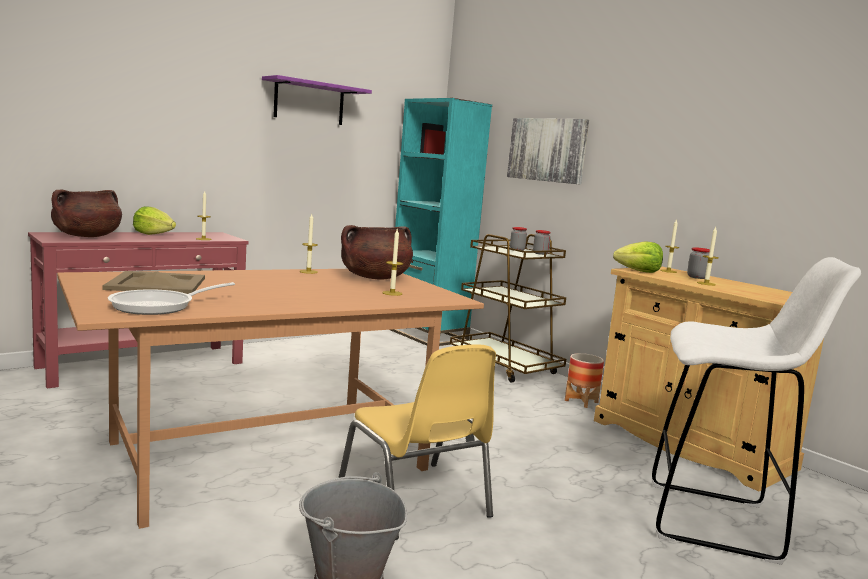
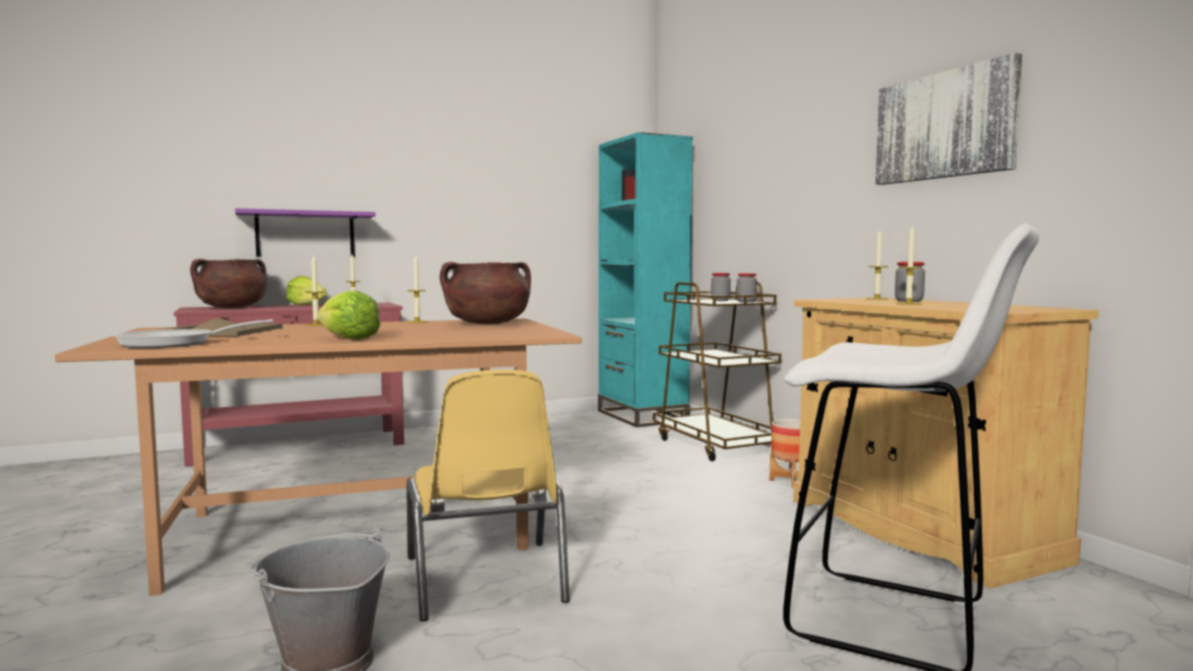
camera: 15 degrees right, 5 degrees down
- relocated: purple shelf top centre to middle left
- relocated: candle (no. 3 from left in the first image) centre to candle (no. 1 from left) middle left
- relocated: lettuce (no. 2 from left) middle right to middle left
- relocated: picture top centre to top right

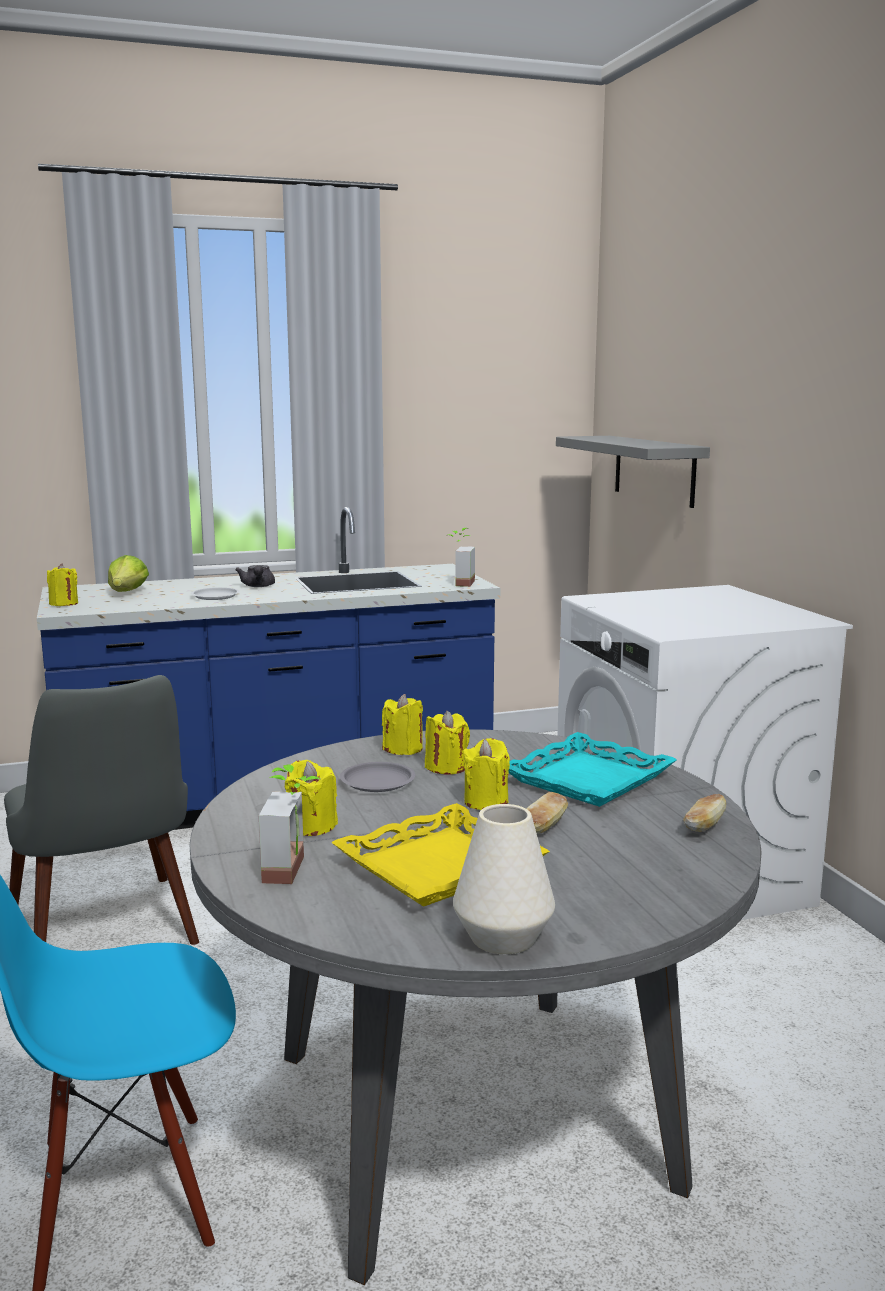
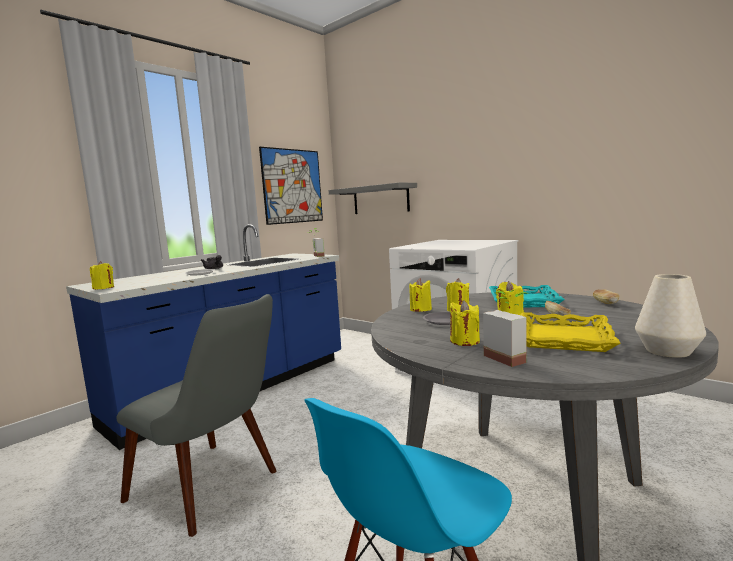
camera: 30 degrees left, 5 degrees down
- appeared: picture top centre
- missing: lettuce middle left

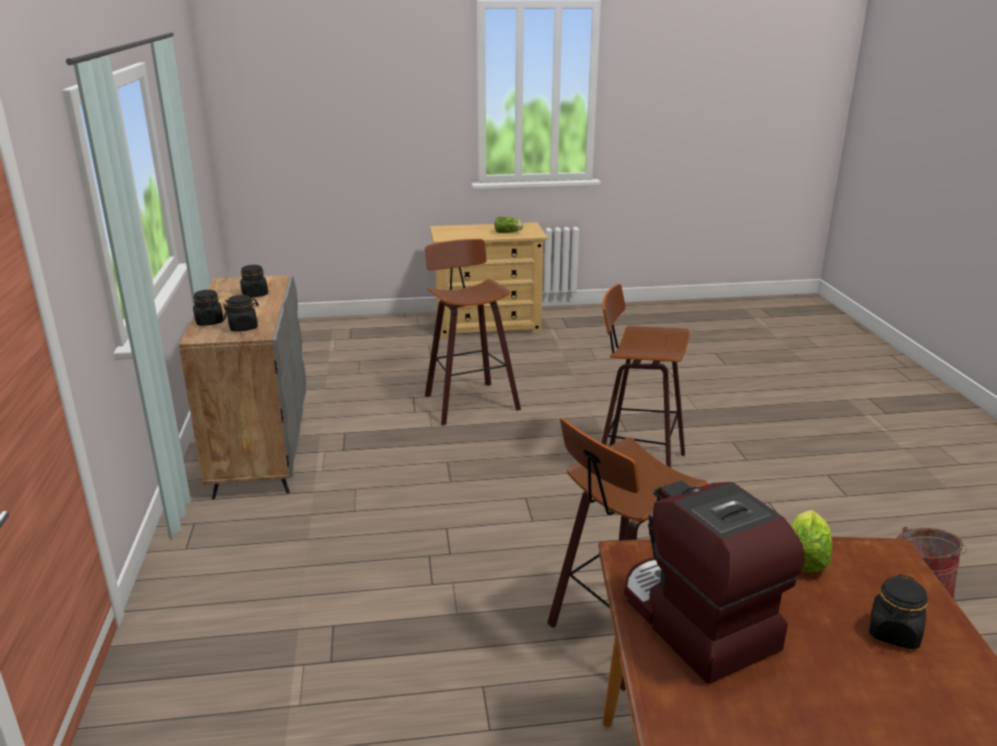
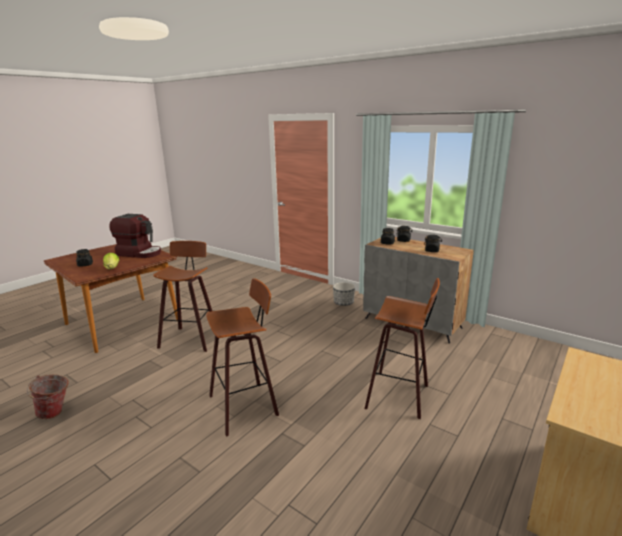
camera: 135 degrees right, 5 degrees down
- appeared: planter centre
- missing: lettuce (no. 1 from left) top centre

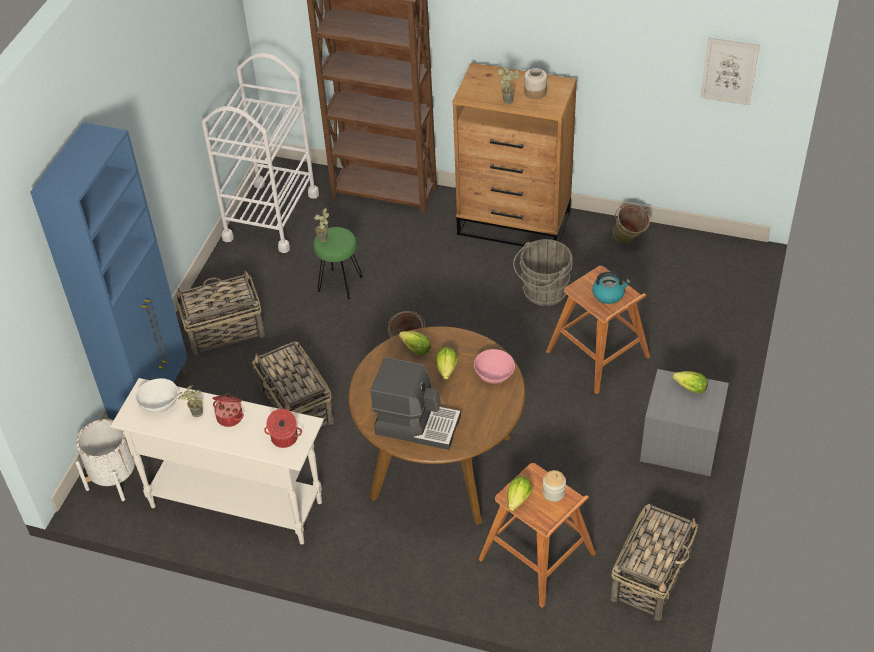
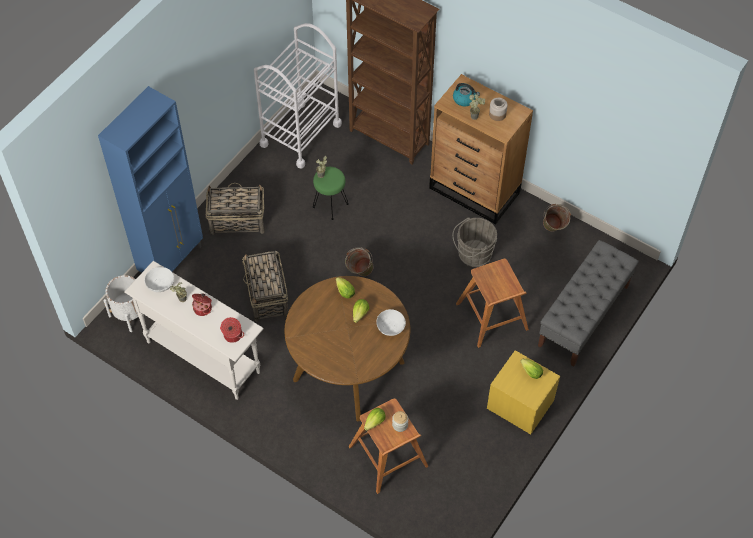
camera: 15 degrees right, 10 degrees up
- colour: pink bowl centre to white bowl (no. 2 from left) centre
- relocated: kettle middle right to top centre
- colour: grey nightstand middle right to yellow nightstand bottom right
- appeared: grey bench middle right
- missing: coffee machine centre
- missing: basket (no. 3 from left) bottom right
- missing: picture top right

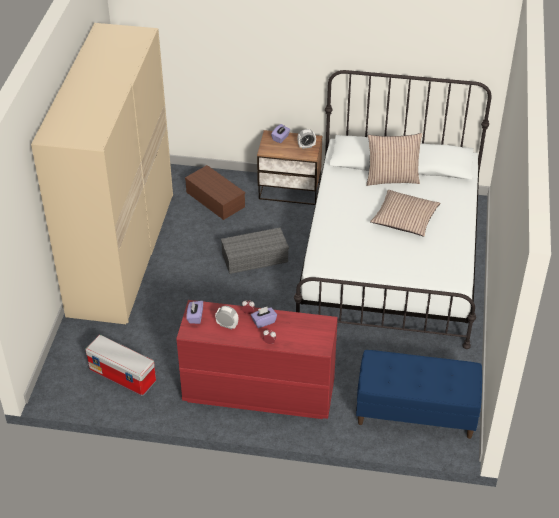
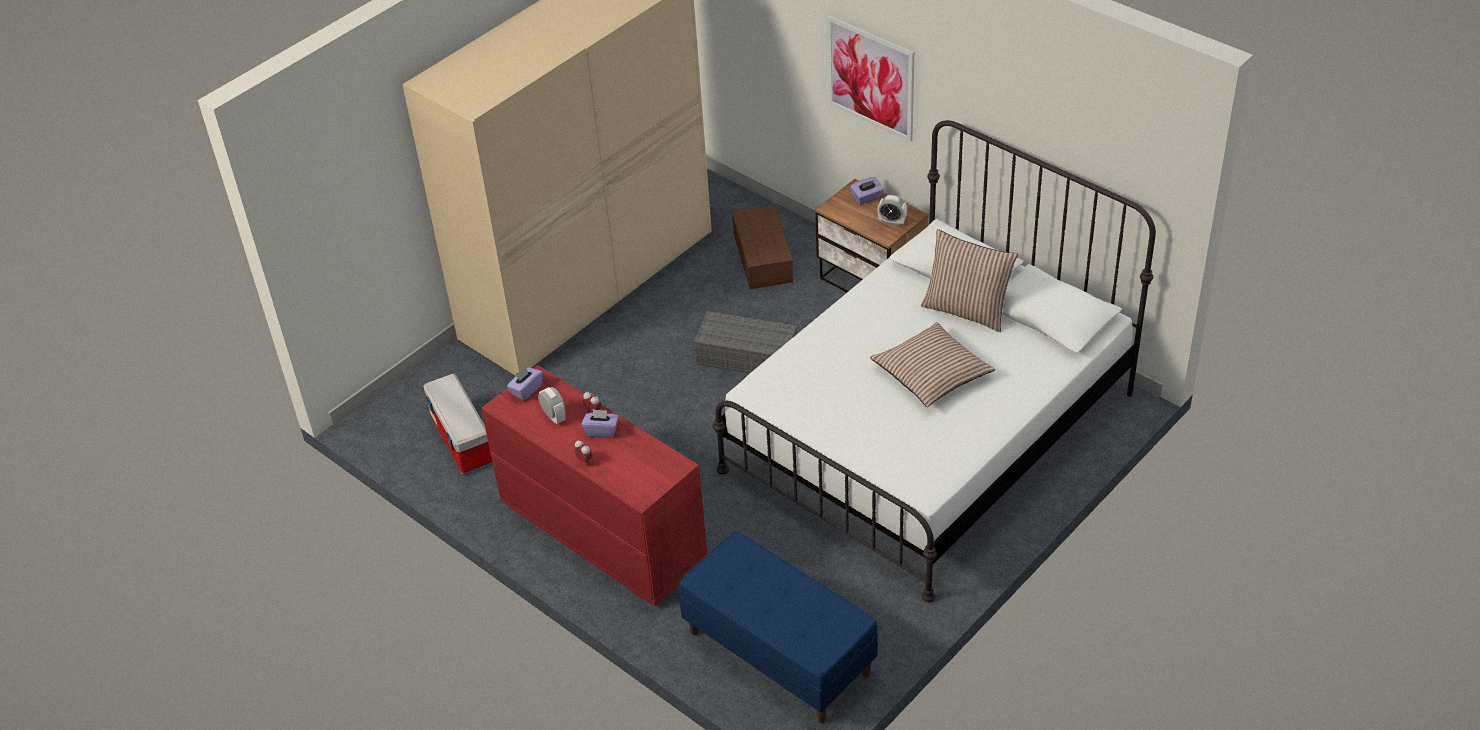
camera: 35 degrees right, 0 degrees up
- appeared: picture top centre

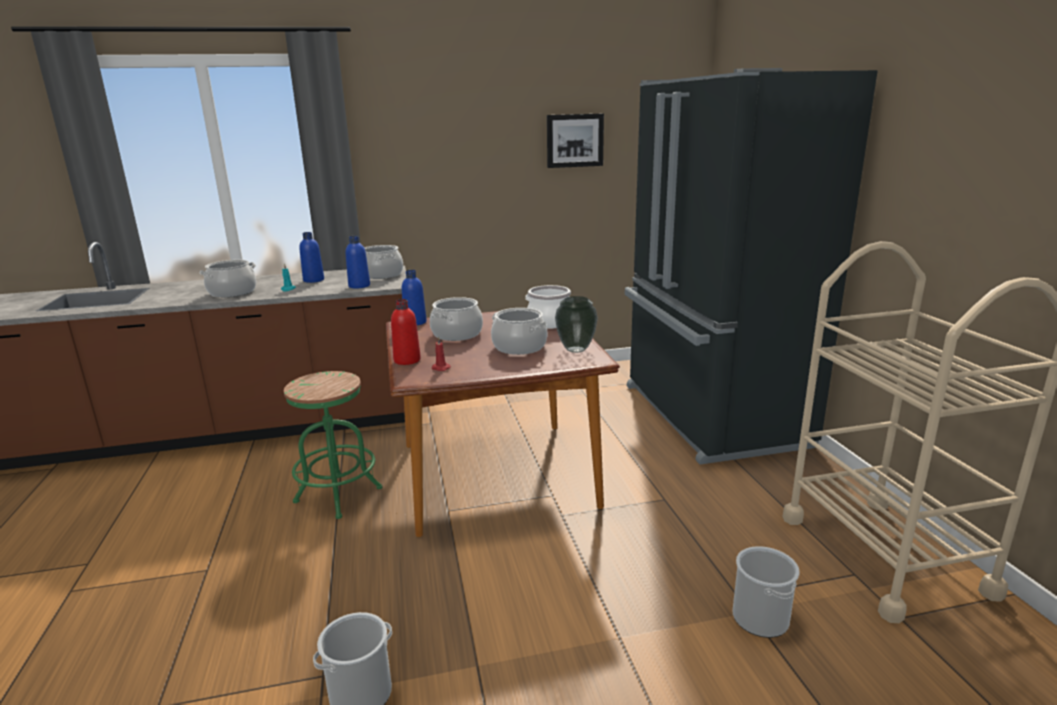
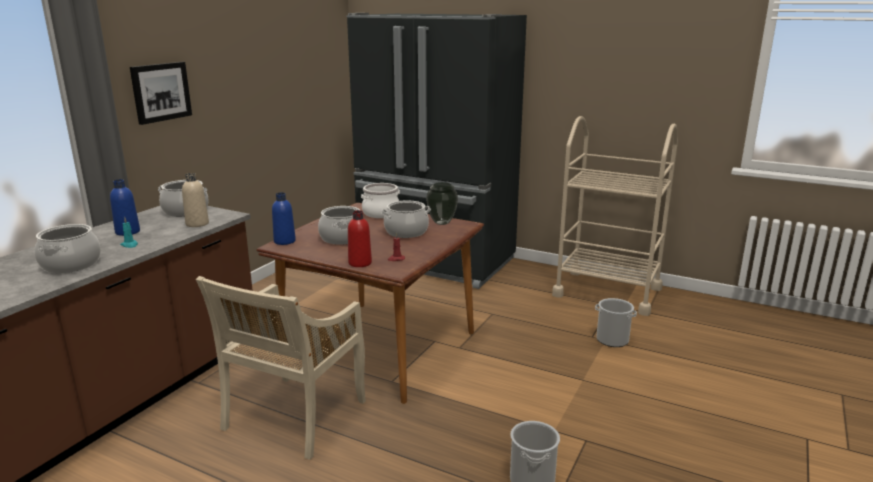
camera: 50 degrees left, 0 degrees up
- relocated: picture top centre to top left
- colour: blue bottle (no. 2 from left) centre to beige bottle middle left
- exchanged: green stool middle left to beige chair bottom left

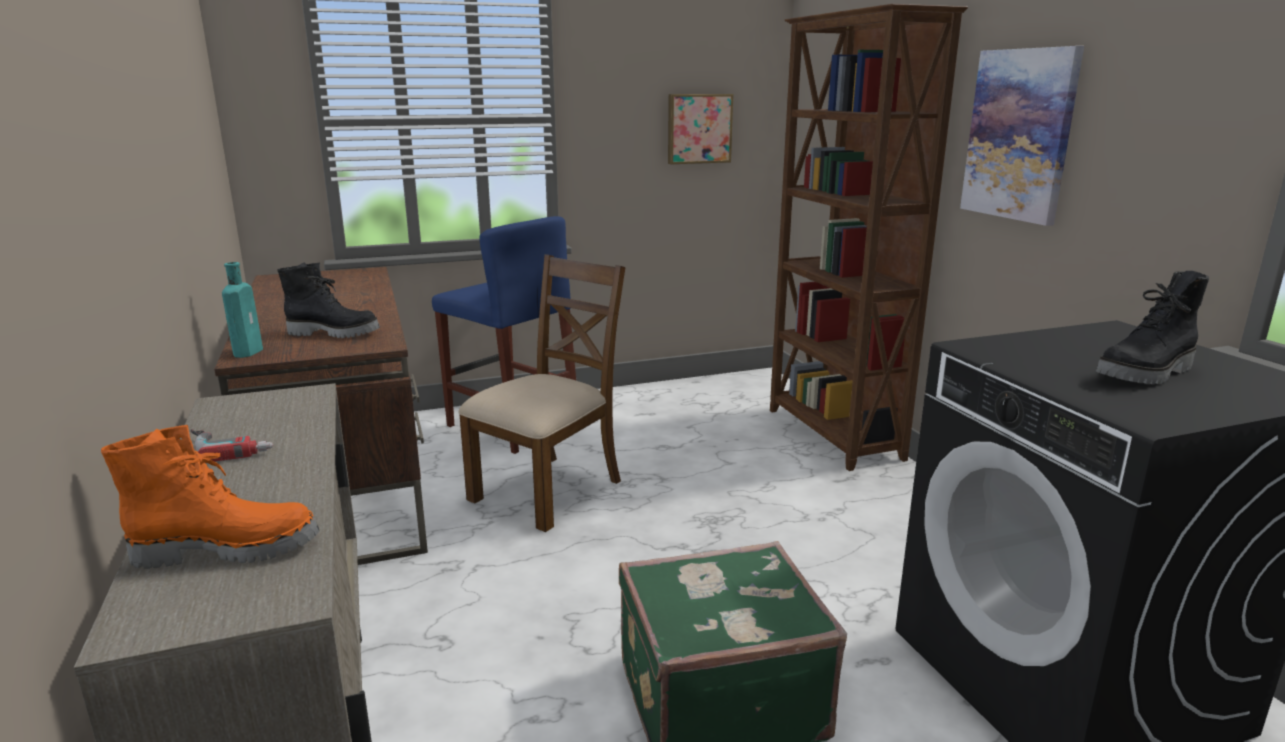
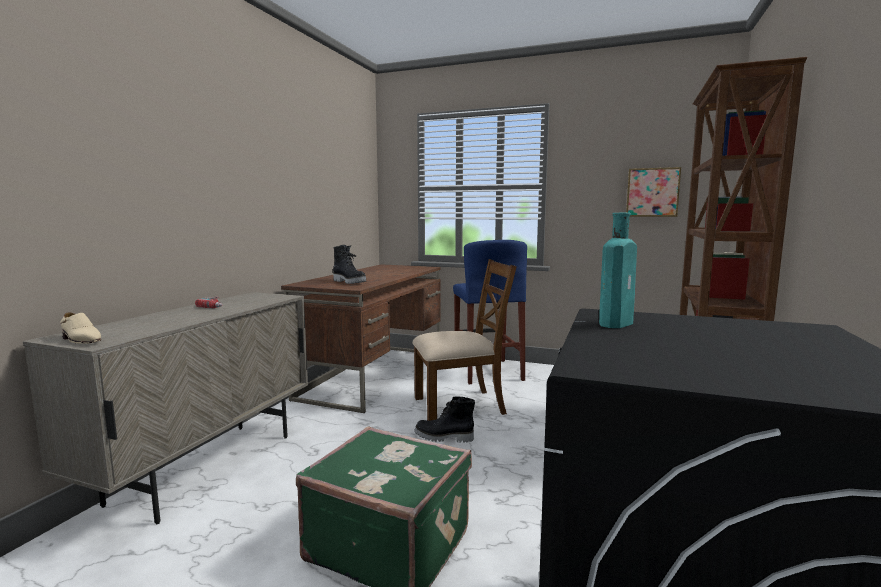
camera: 40 degrees right, 10 degrees down
- appeared: beige shoe middle left
- relocated: black boot (no. 2 from left) middle right to bottom centre
- relocated: turquoise bottle middle left to middle right
- missing: orange boot bottom left
- missing: picture (no. 2 from left) top right

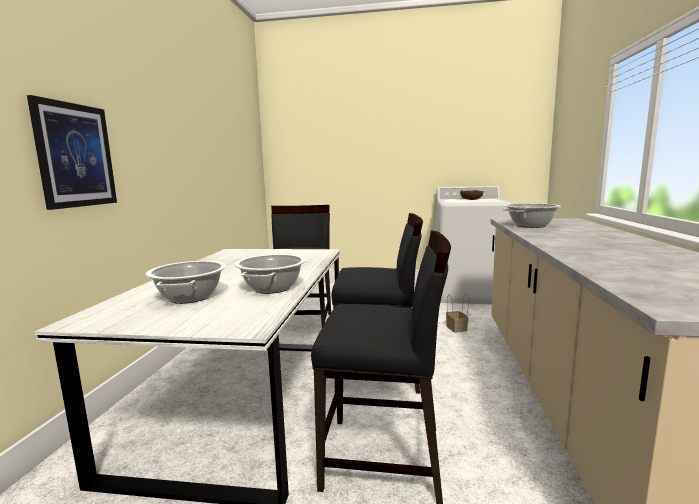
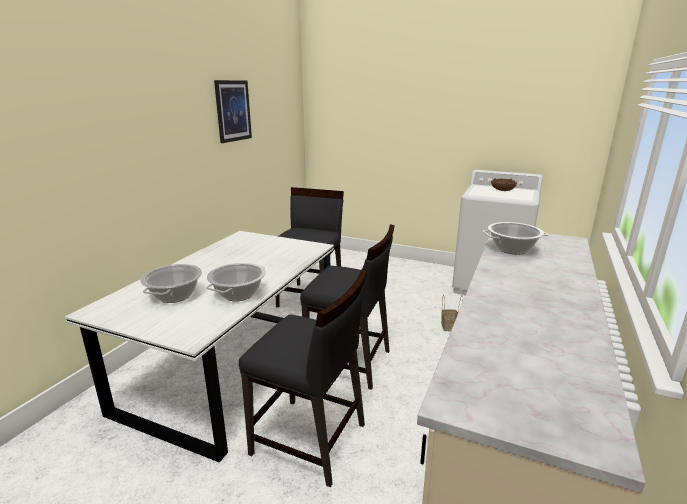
camera: 15 degrees right, 10 degrees up
- relocated: picture top left to top centre

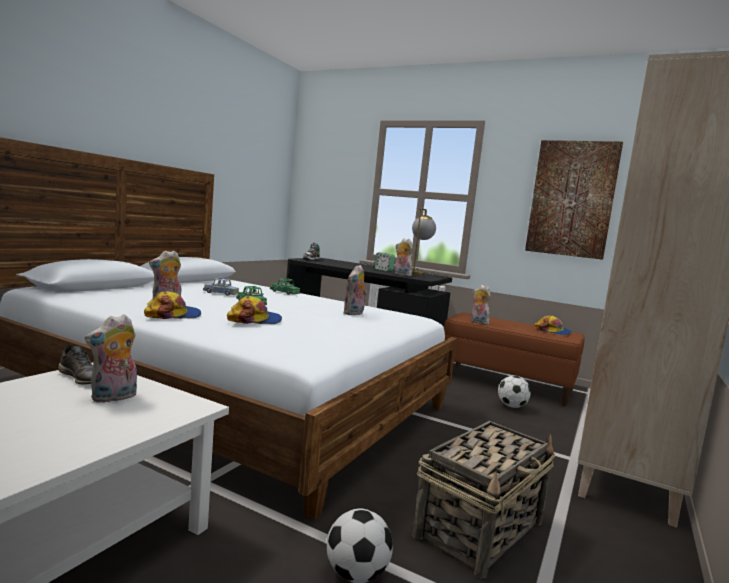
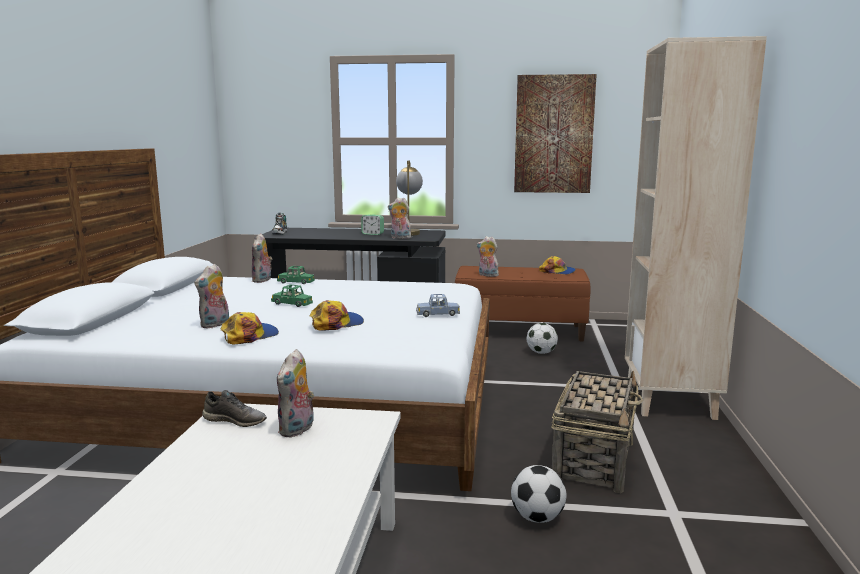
camera: 20 degrees left, 5 degrees up
- relocated: plush toy (no. 3 from left in the first image) centre to plush toy (no. 2 from left) middle left
- relocated: blue toy car middle left to centre

